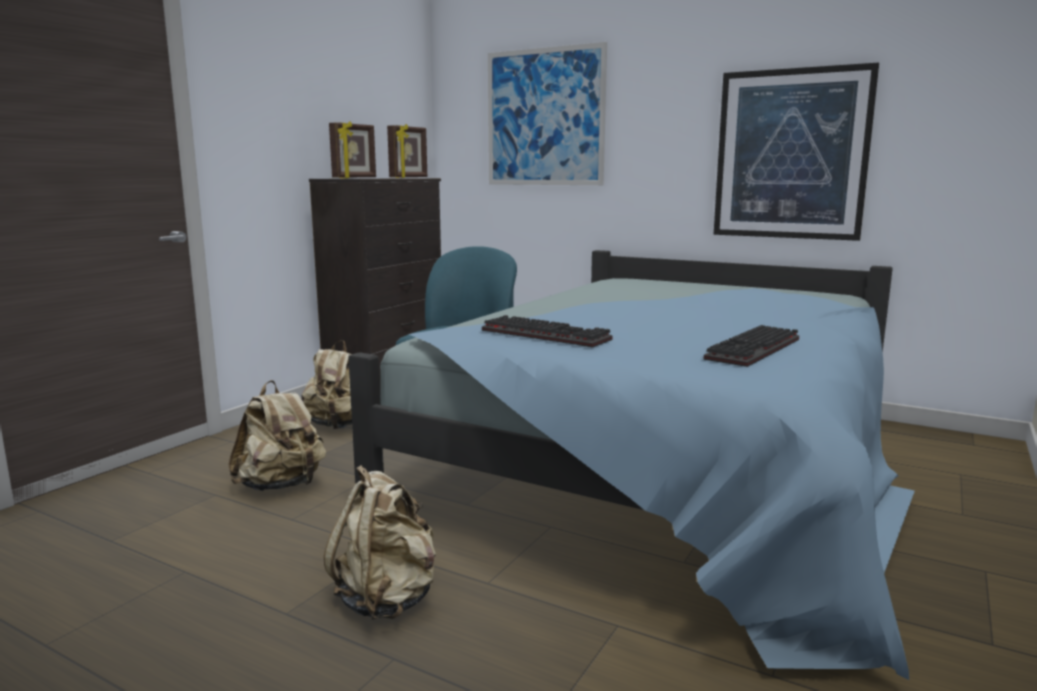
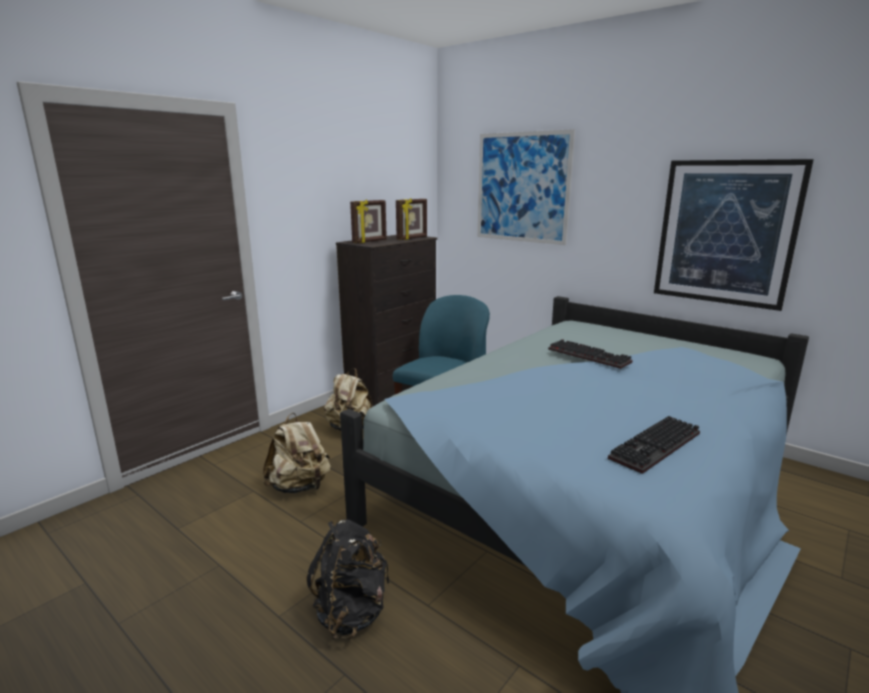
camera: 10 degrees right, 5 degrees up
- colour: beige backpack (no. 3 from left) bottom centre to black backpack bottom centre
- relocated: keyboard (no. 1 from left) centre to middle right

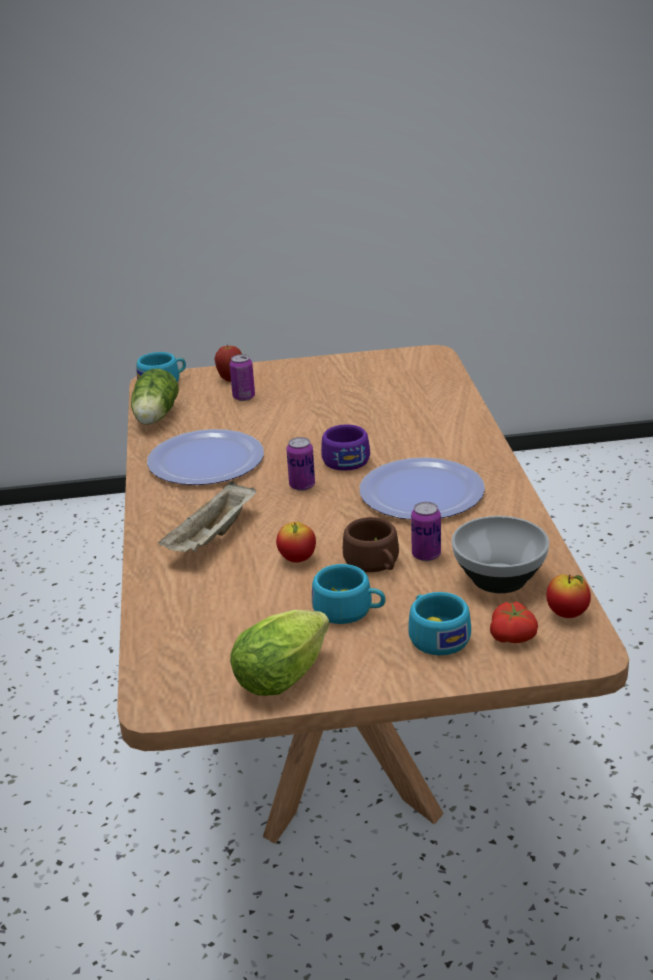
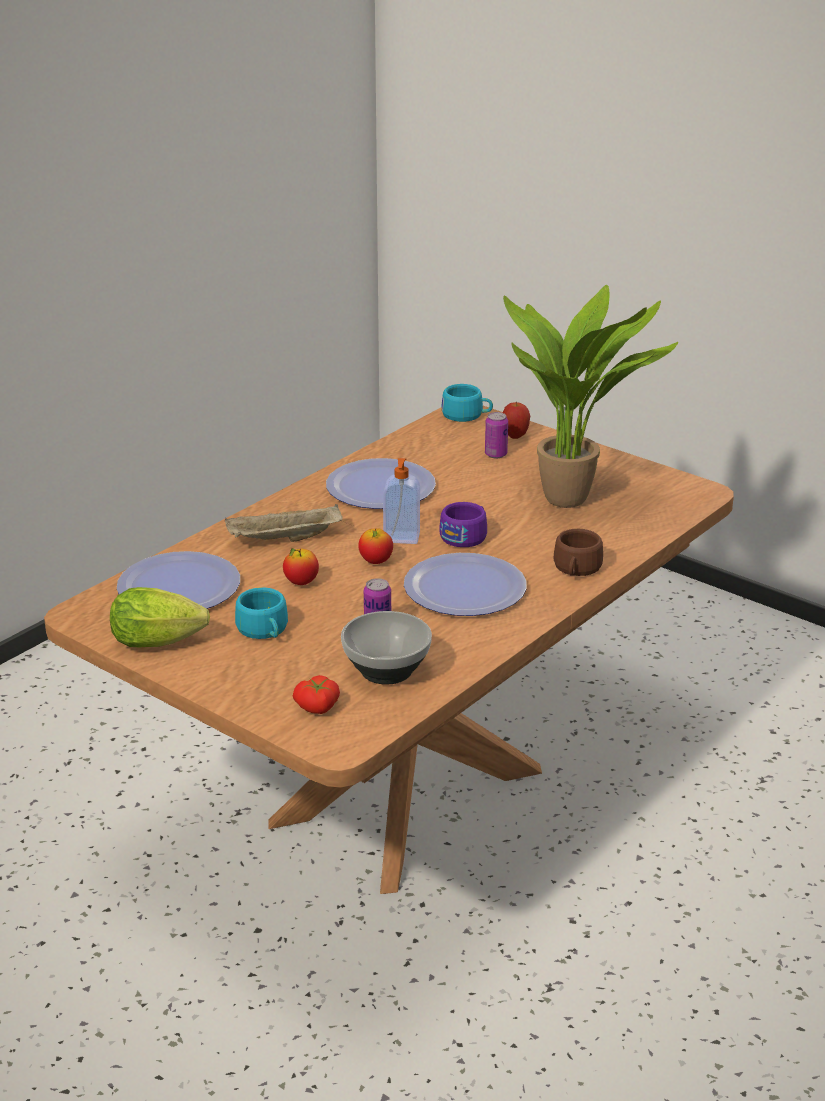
camera: 45 degrees right, 0 degrees up
- appeared: plate (no. 1 from left) middle left
- relocated: apple (no. 3 from left in the first image) middle right to apple (no. 2 from left) centre
- exchanged: can (no. 2 from left) centre to soap dispenser centre
- appeared: potted plant middle right
- relocated: brown cup centre to middle right
- missing: lettuce (no. 1 from left) middle left
- missing: turquoise cup (no. 3 from left) middle right

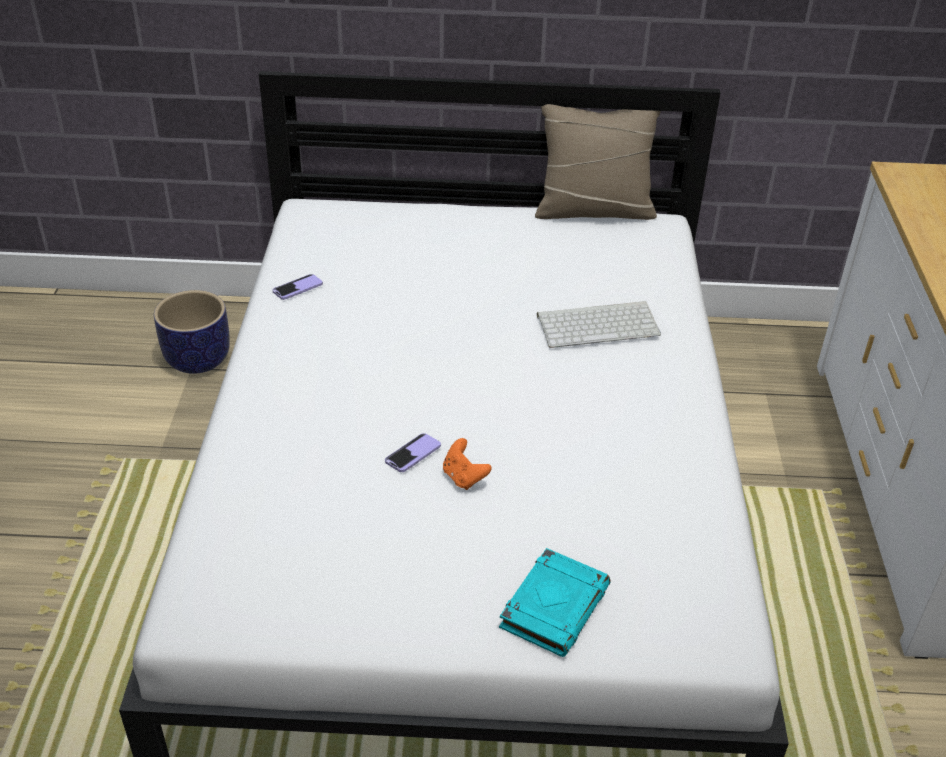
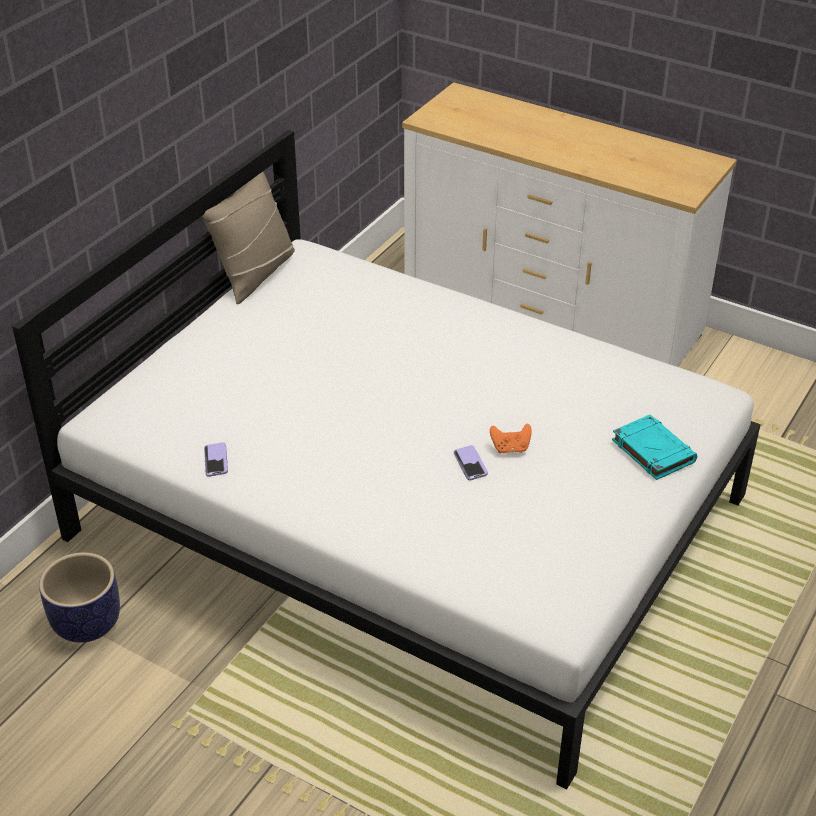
camera: 60 degrees left, 0 degrees up
- missing: keyboard centre

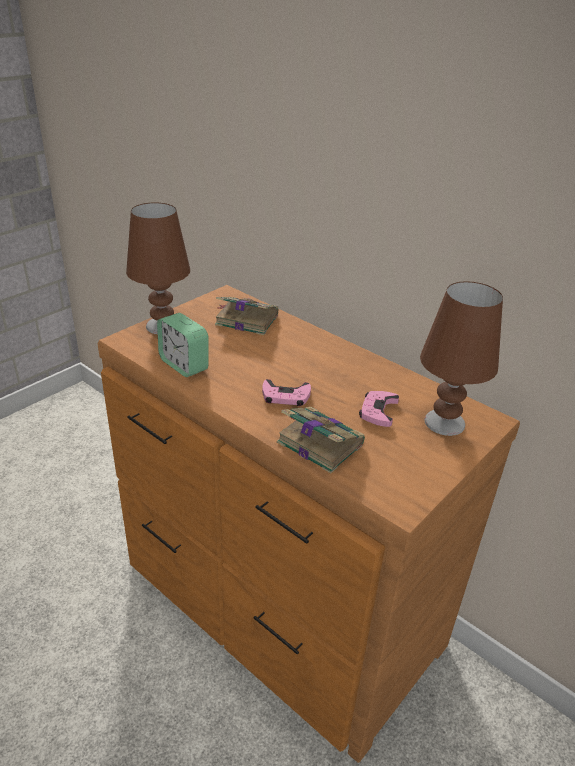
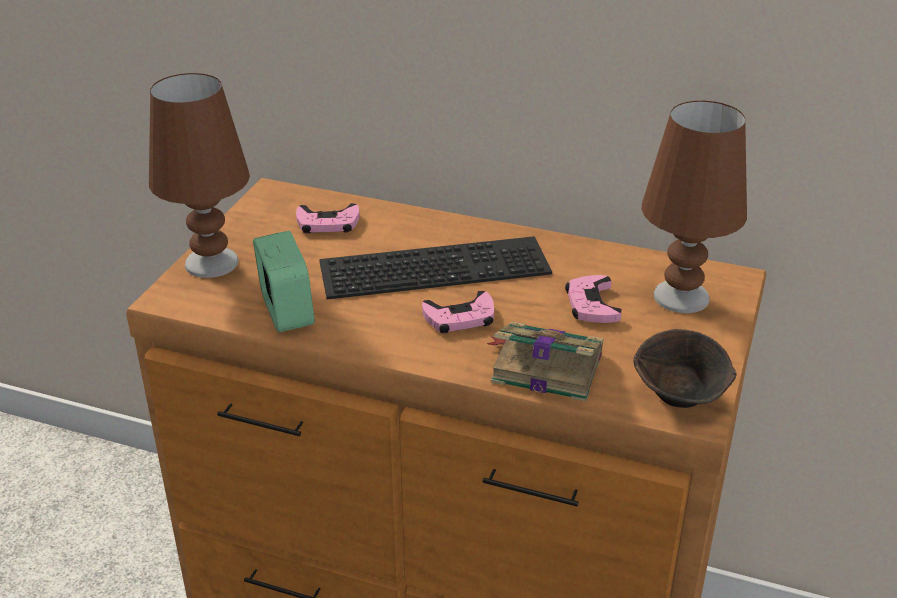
camera: 20 degrees left, 0 degrees up
- spun: alarm clock middle left = middle left 135 degrees counterclockwise
- exchanged: book (no. 1 from left) centre to pink game controller (no. 1 from left) centre
- appeared: keyboard centre
- appeared: brown bowl middle right

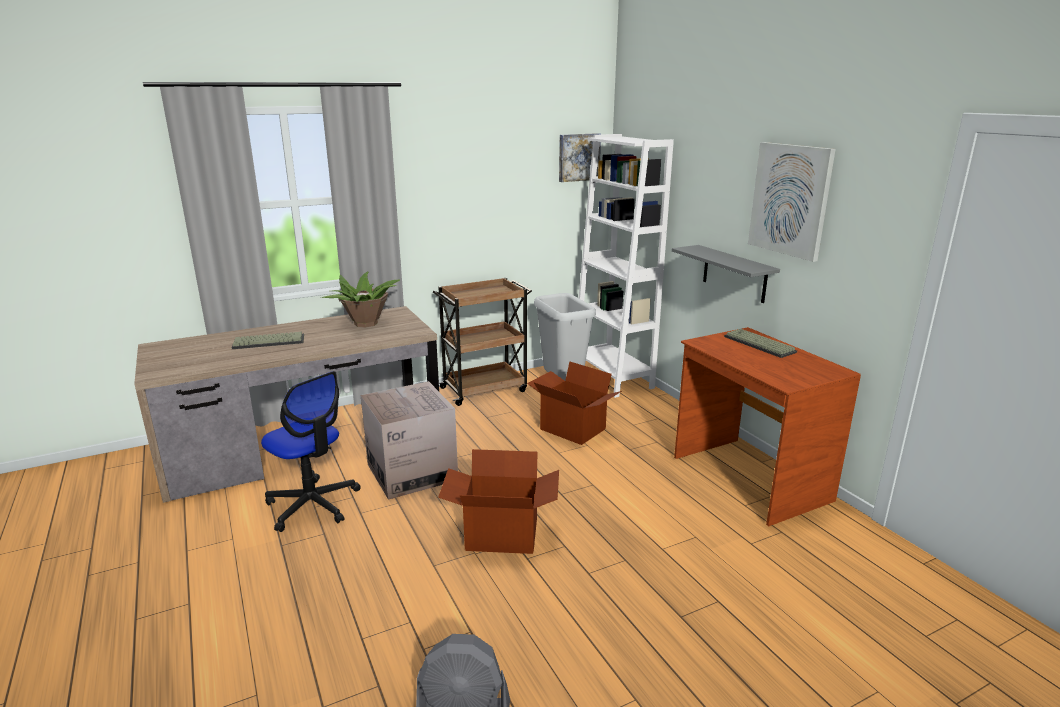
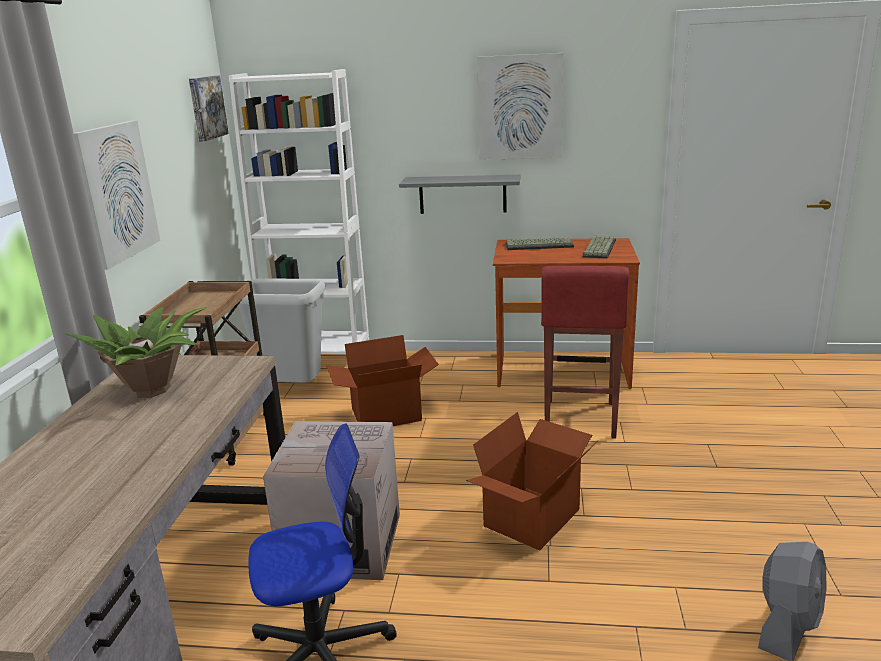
camera: 55 degrees left, 0 degrees up
- appeared: picture (no. 1 from left) top left
- appeared: red stool centre
- relocated: keyboard (no. 1 from left in the first image) middle left to keyboard (no. 2 from left) middle right

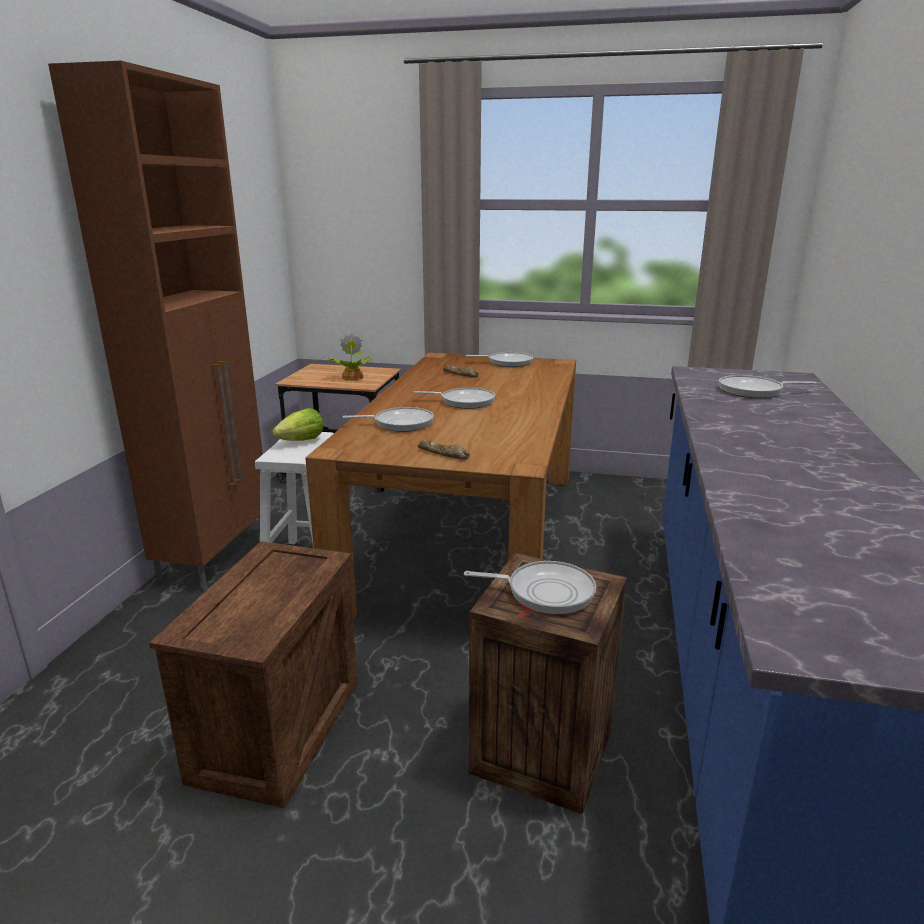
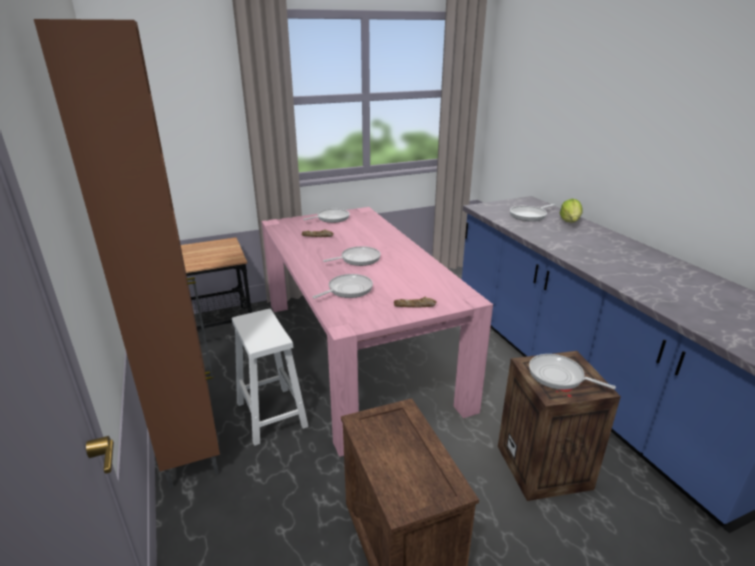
camera: 35 degrees left, 5 degrees up
- colour: brown dining table centre to pink dining table centre
- spun: frying pan (no. 4 from left in the first image) centre = middle right 120 degrees counterclockwise
- relocated: lettuce middle left to middle right
- missing: potted plant centre

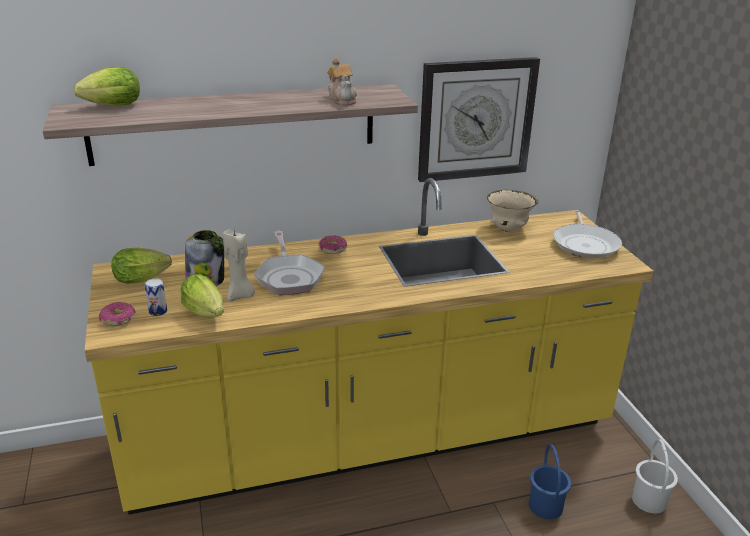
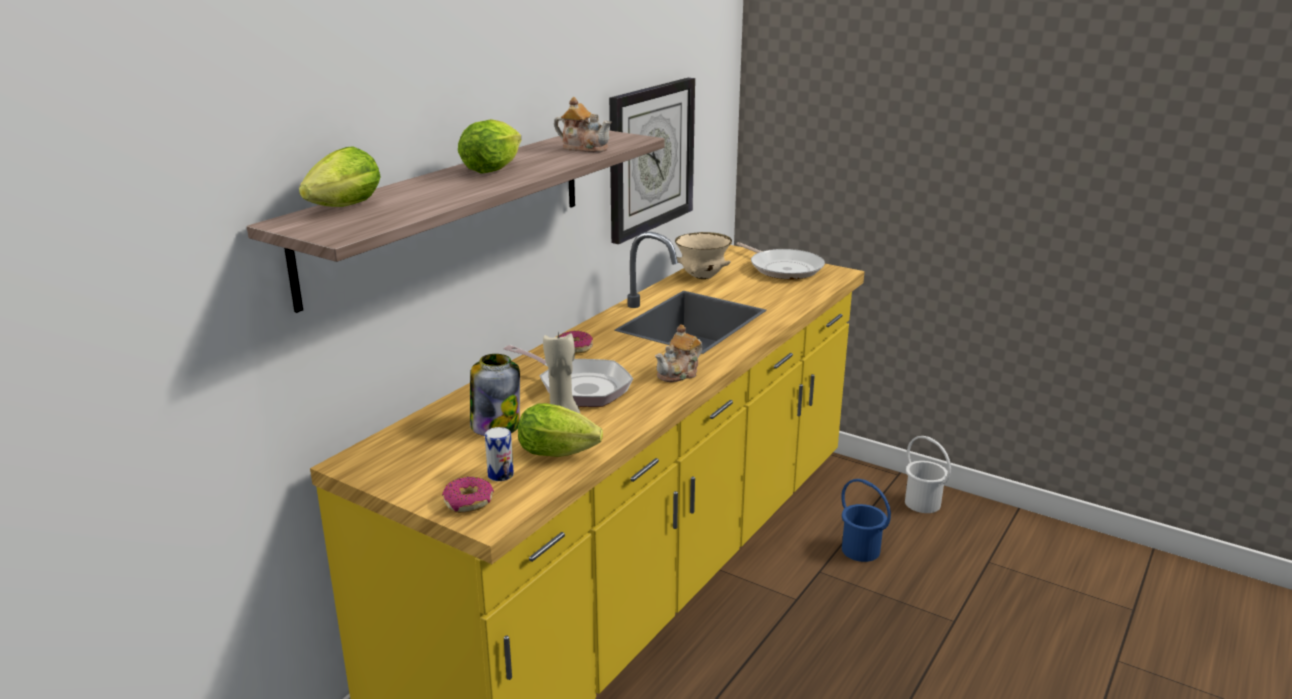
camera: 40 degrees left, 5 degrees down
- relocated: lettuce (no. 2 from left) middle left to top centre
- appeared: teapot (no. 2 from left) centre

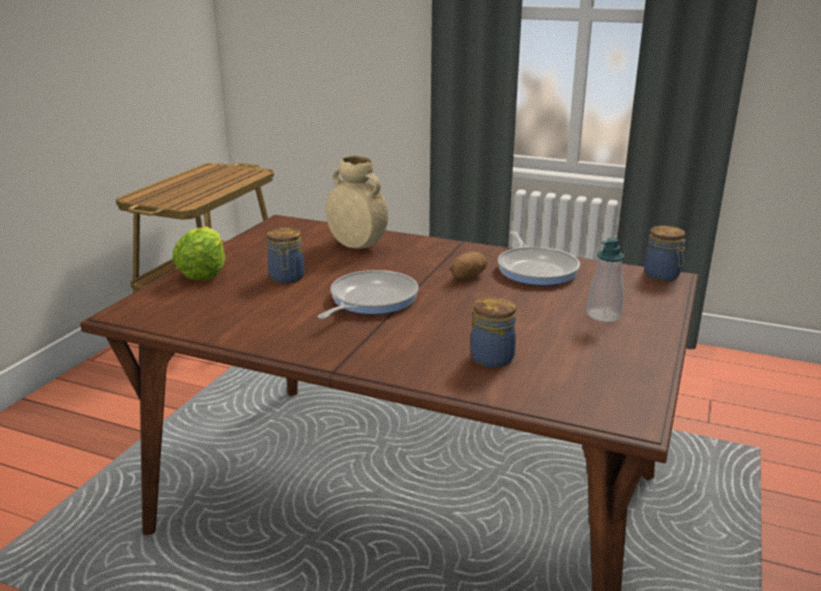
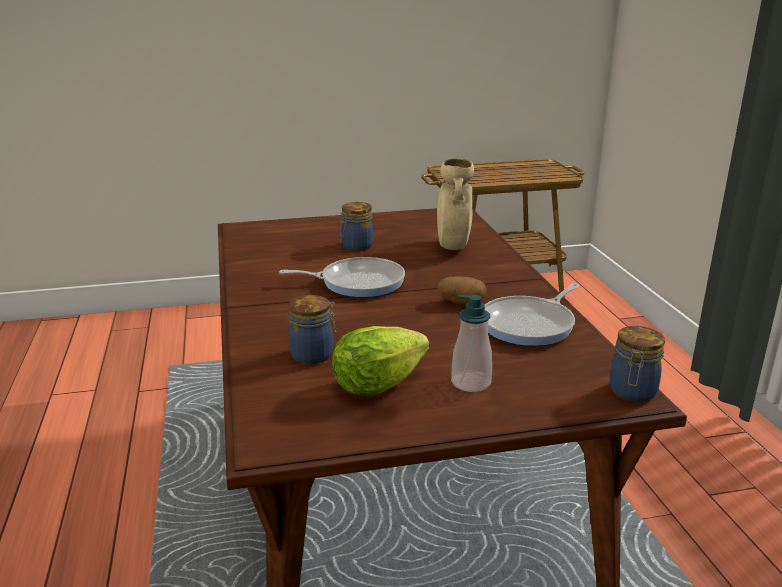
camera: 55 degrees right, 0 degrees up
- relocated: lettuce middle left to centre

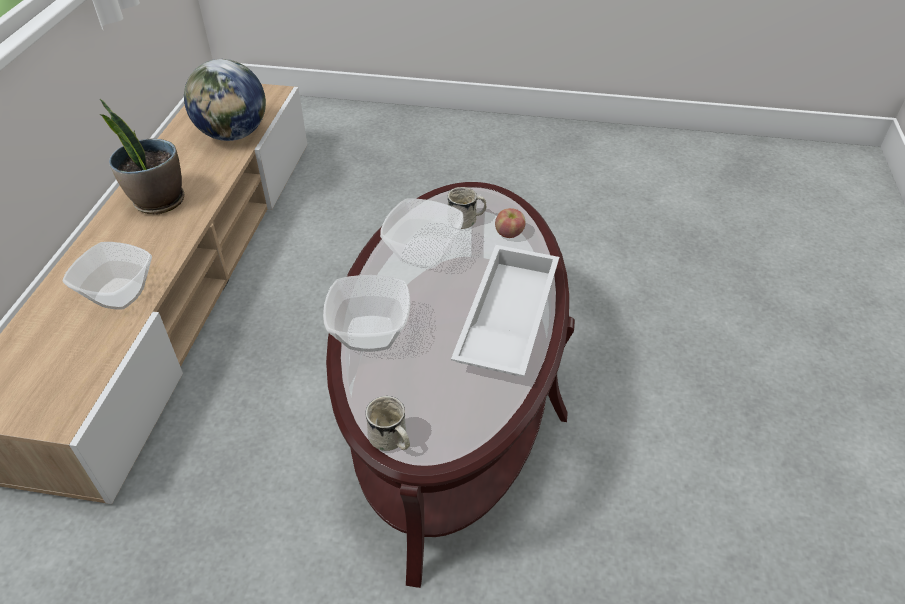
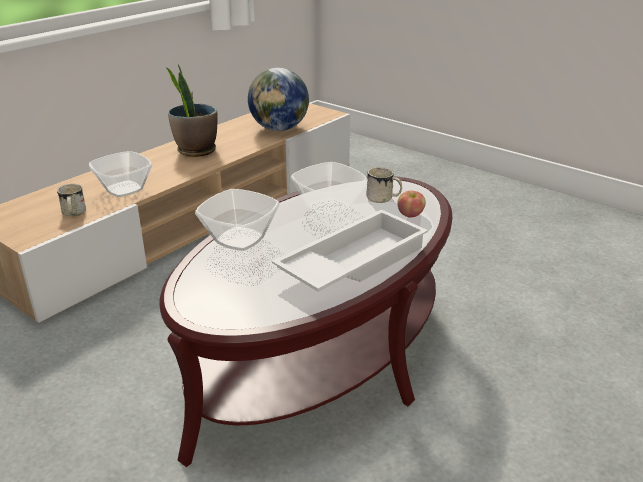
camera: 30 degrees right, 15 degrees down
- relocated: white mug (no. 1 from left) bottom centre to middle left

